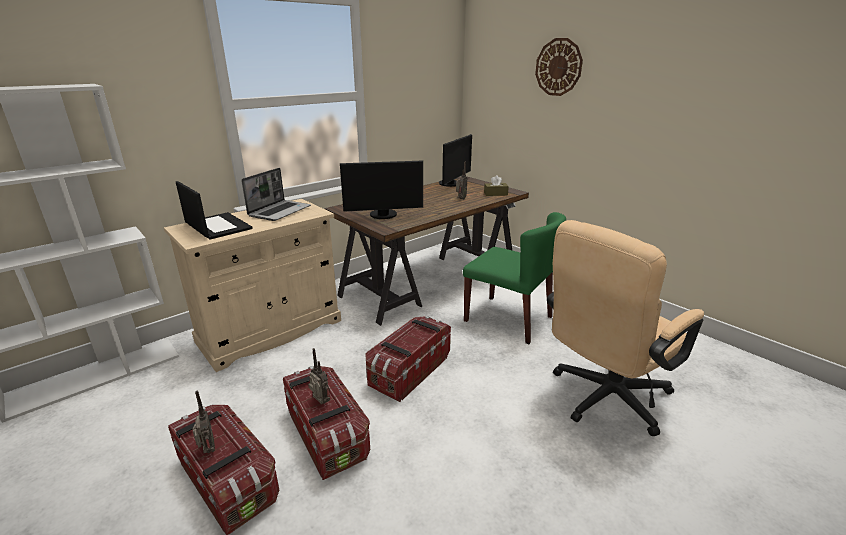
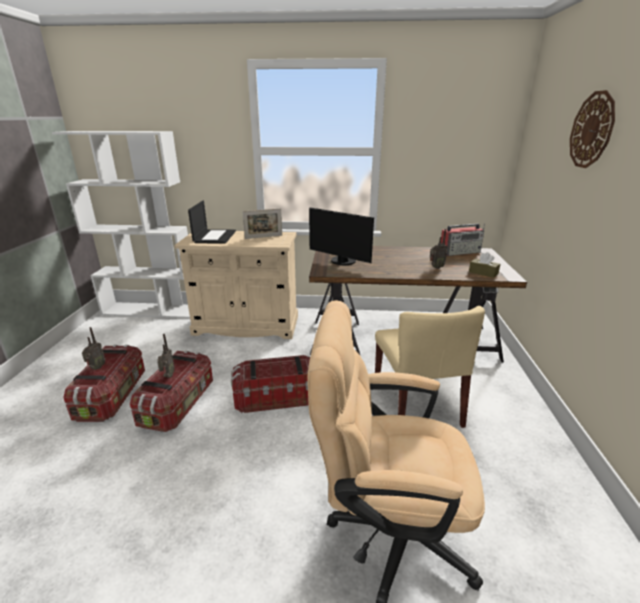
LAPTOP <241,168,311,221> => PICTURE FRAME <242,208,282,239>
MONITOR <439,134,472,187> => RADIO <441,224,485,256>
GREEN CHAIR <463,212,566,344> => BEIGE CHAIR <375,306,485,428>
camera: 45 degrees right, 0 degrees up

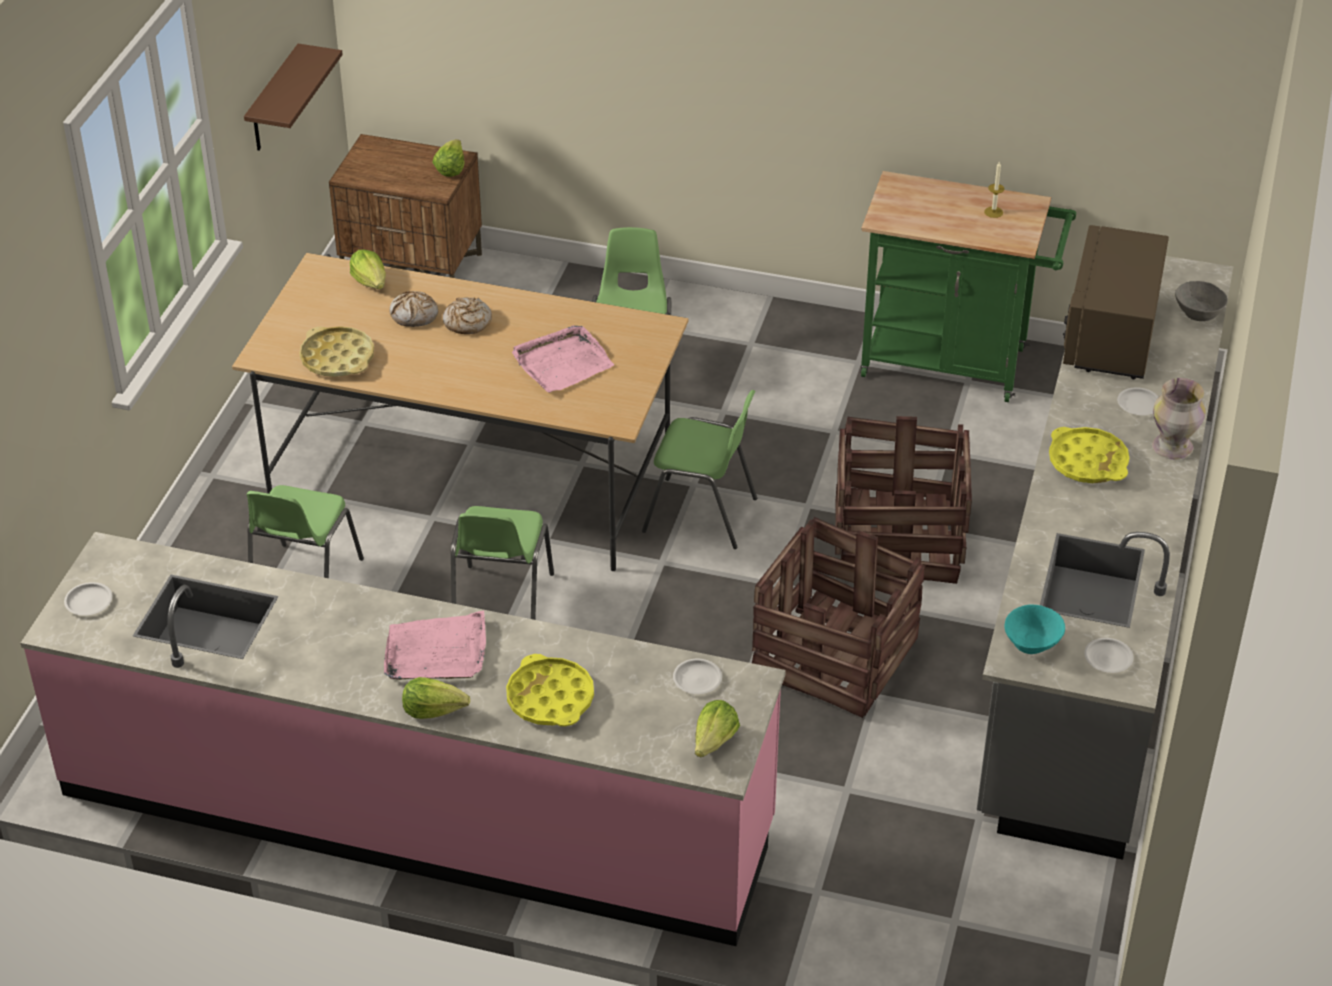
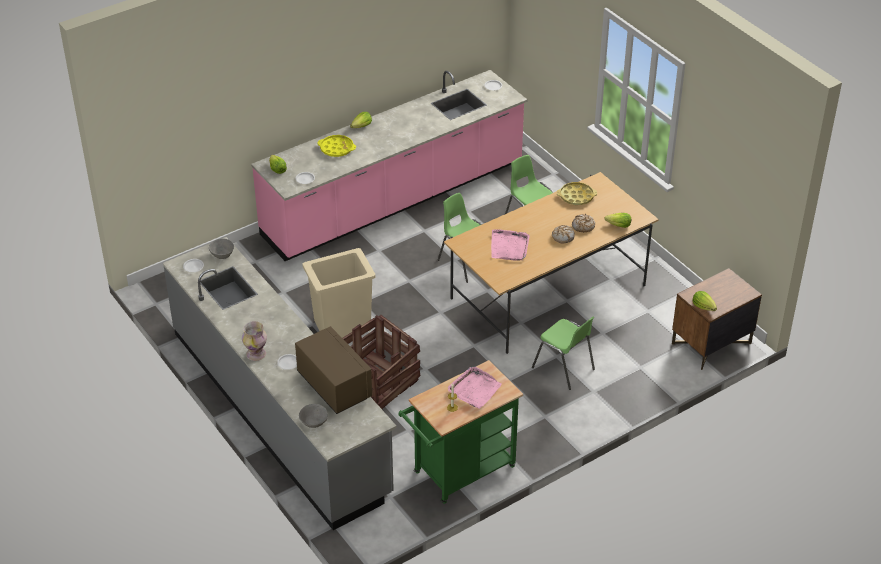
BROWN SHELF <244,44,343,151> => nothing
GREEN CHAIR <642,390,757,549> => nothing
YELLOW TRAY <1049,427,1129,483> => nothing
PINK TRAY <384,610,486,680> => PINK TRAY <448,366,502,409>, move
CRATE <752,517,925,718> => BEIGE TRASH CAN <302,248,375,338>
TURQUOISE BOWL <1005,604,1065,654> => GREY BOWL <209,239,234,259>
camera: 130 degrees right, 0 degrees up

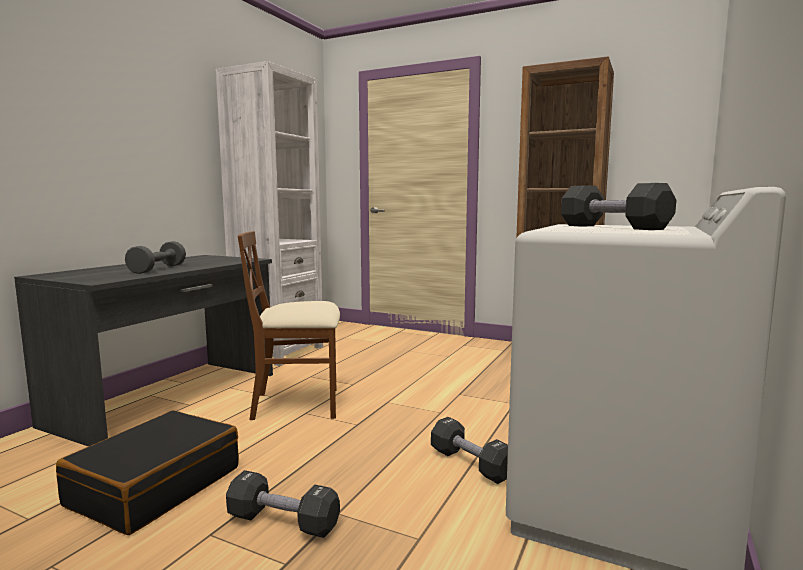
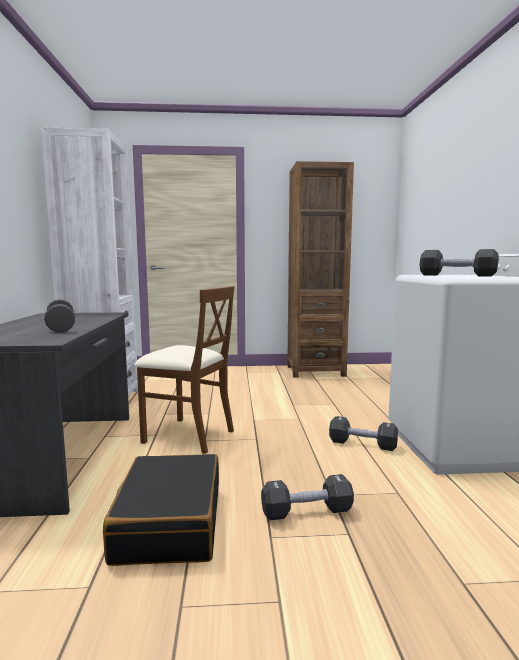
BROWN CHAIR <238,231,340,420> => BROWN CHAIR <134,286,235,454>, 120 degrees counterclockwise
camera: 30 degrees left, 0 degrees up

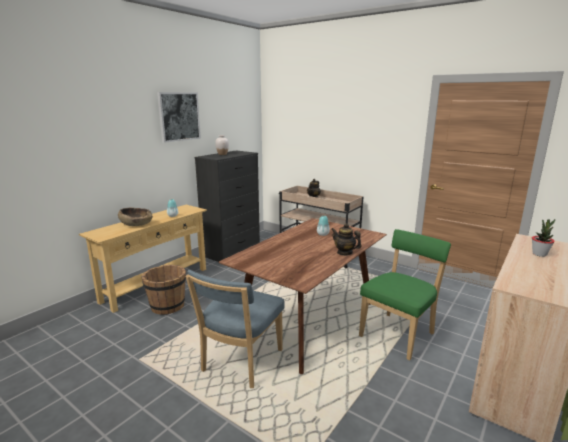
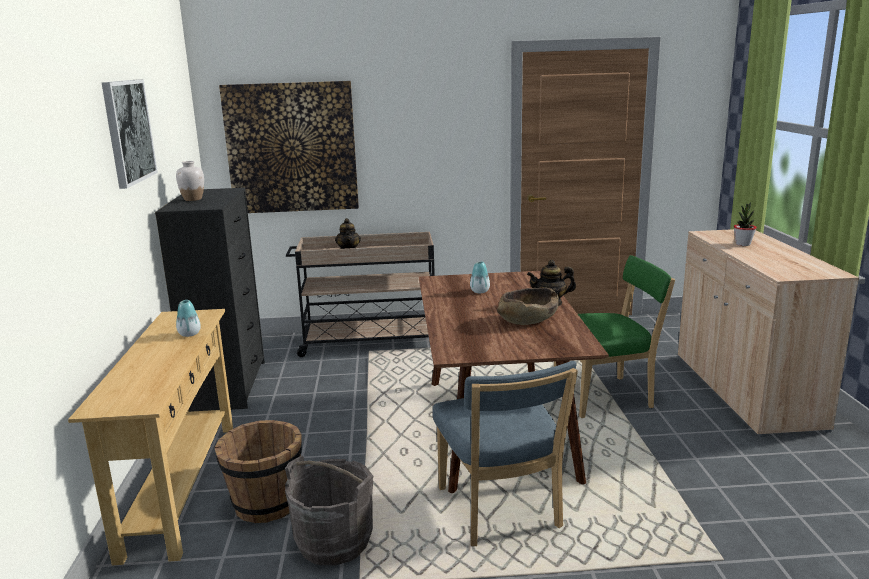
nothing => PICTURE <219,81,359,213>
nothing => GREY BUCKET <285,456,374,565>
BROWN BOWL <118,208,153,226> => BROWN BOWL <497,288,559,325>, move
GREEN CHAIR <359,229,451,360> => GREEN CHAIR <554,255,675,418>, 75 degrees clockwise
camera: 40 degrees left, 0 degrees up

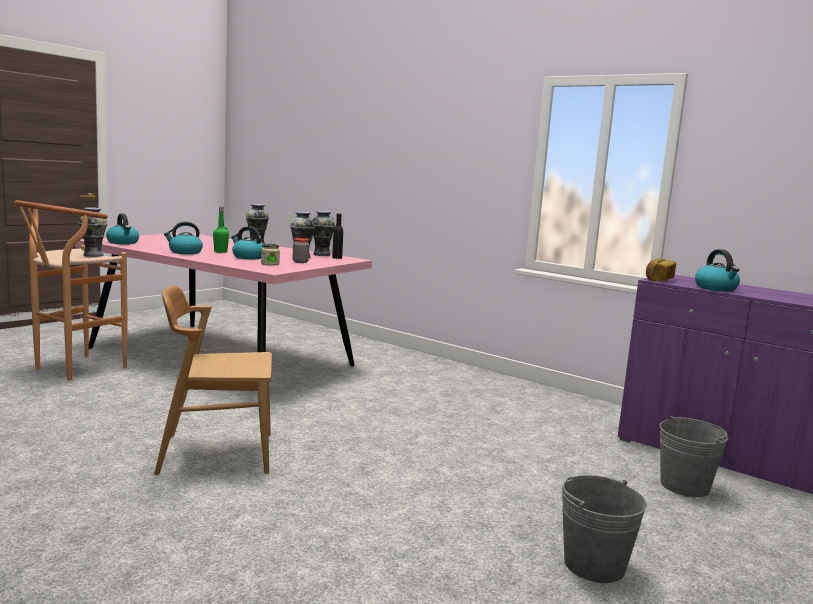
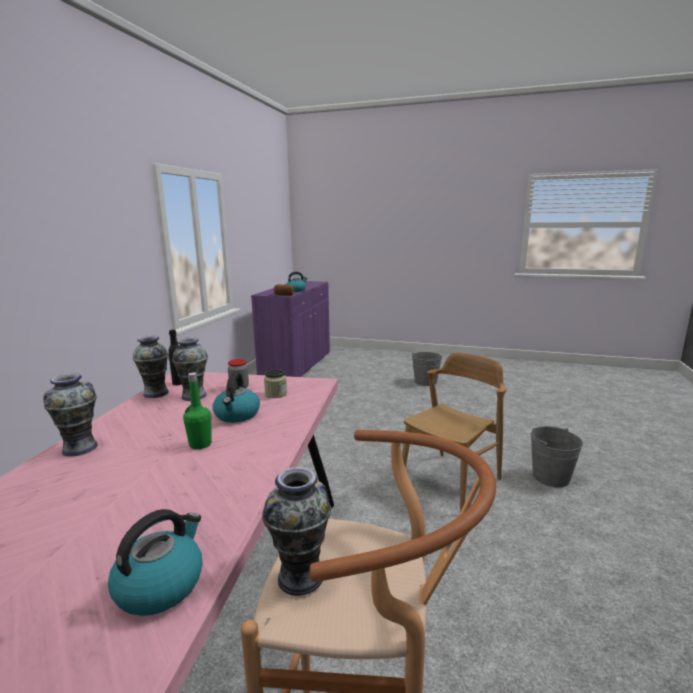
KETTLE <164,222,203,254> => nothing
GREY BUCKET <659,416,728,497> => GREY BUCKET <531,426,583,487>, move
BROWN CHAIR <154,285,272,475> => BROWN CHAIR <402,352,507,512>, 105 degrees counterclockwise
camera: 110 degrees left, 5 degrees up

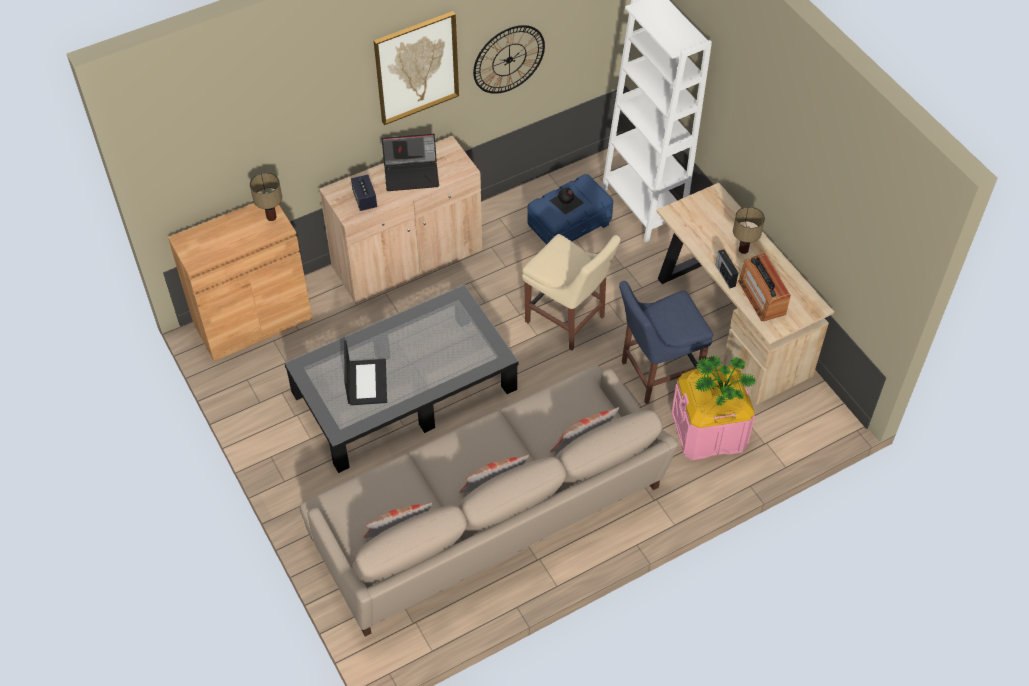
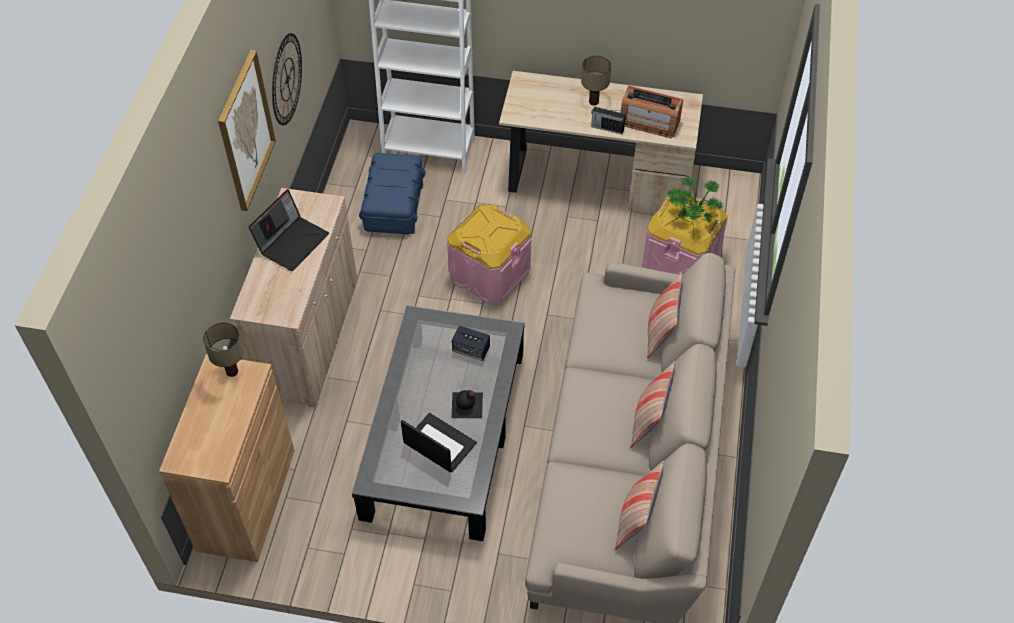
BLUE CHAIR <619,281,713,404> => nothing
SPEAKER <351,174,377,211> => SPEAKER <452,326,490,361>, move
BLACK BOTTLE <549,188,584,215> => BLACK BOTTLE <451,390,483,418>, move
BEIGE CHAIR <522,234,621,351> => PINK STORAGE BOX <447,204,531,305>
camera: 50 degrees left, 0 degrees up

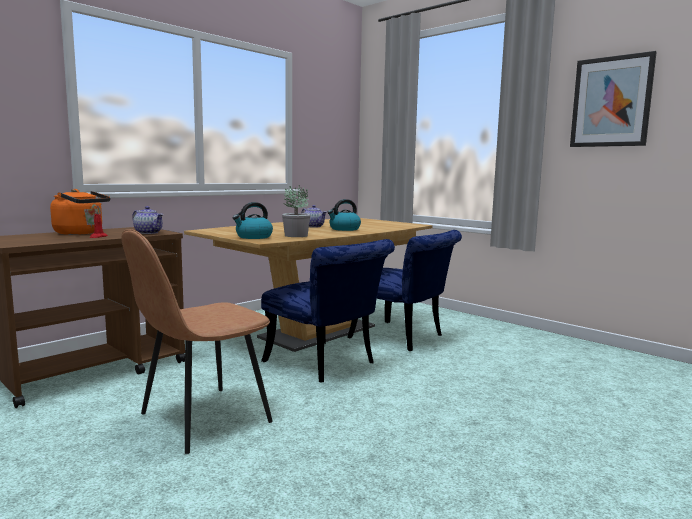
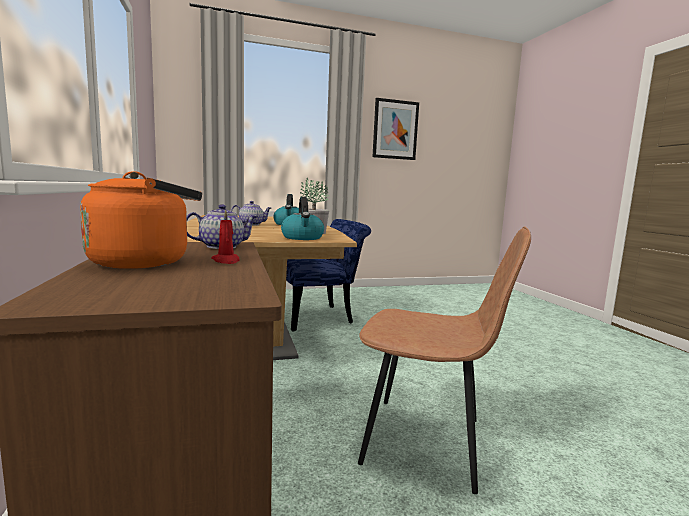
BLUE CHAIR <261,239,395,383> => nothing
BROWN CHAIR <121,229,273,454> => BROWN CHAIR <358,226,531,494>, 60 degrees counterclockwise
camera: 60 degrees left, 0 degrees up

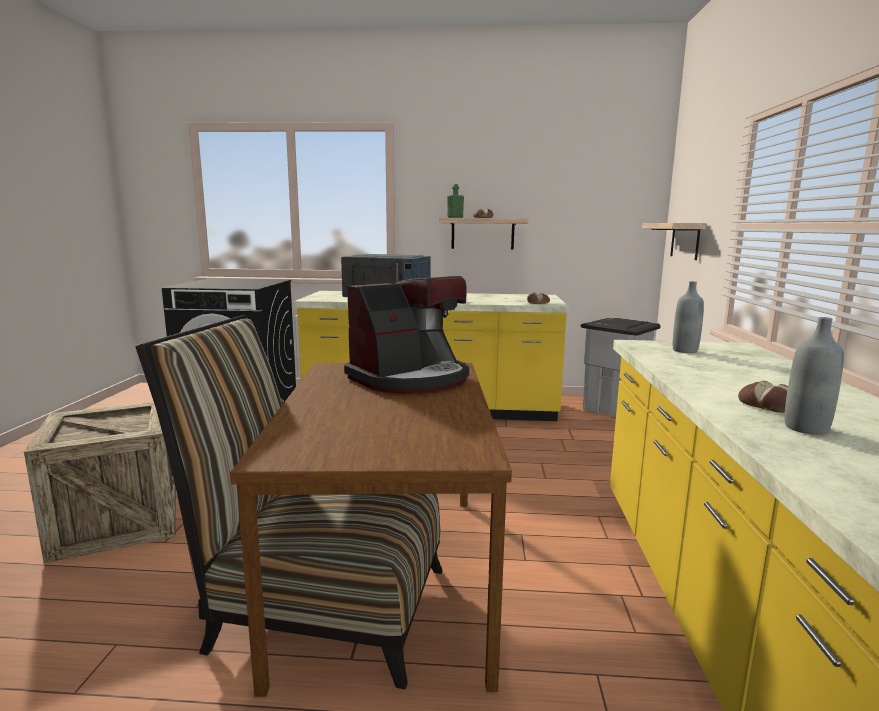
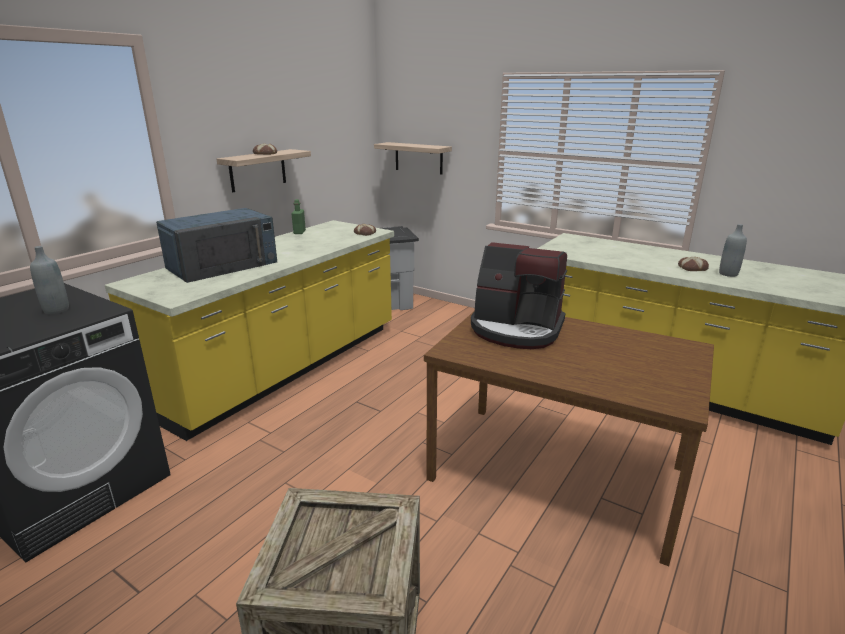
CHAIR <135,315,443,689> => nothing
GREEN BOTTLE <447,184,464,218> => GREEN BOTTLE <291,199,306,234>, move
GREY BOTTLE <673,281,704,353> => GREY BOTTLE <30,246,69,314>, move
COFFEE MACHINE <344,276,469,394> => COFFEE MACHINE <471,242,567,349>, 120 degrees clockwise
camera: 60 degrees left, 10 degrees up

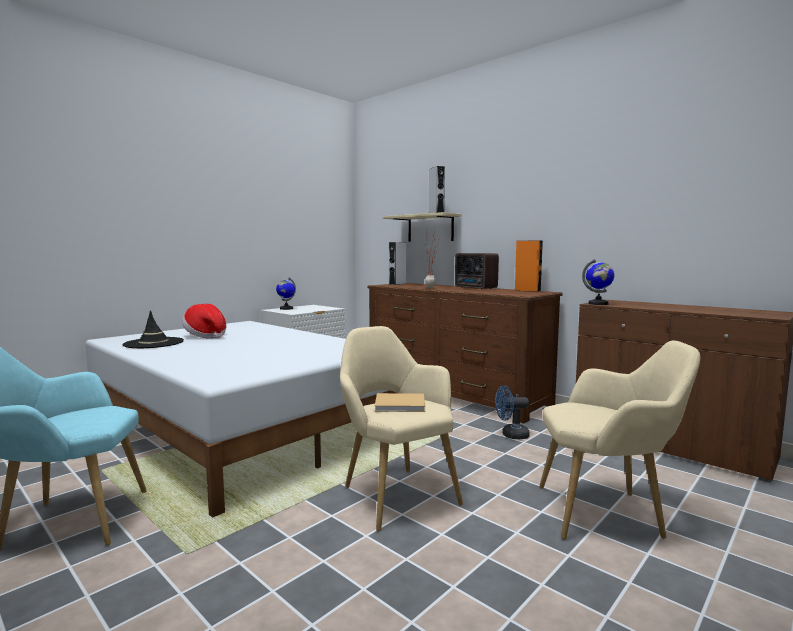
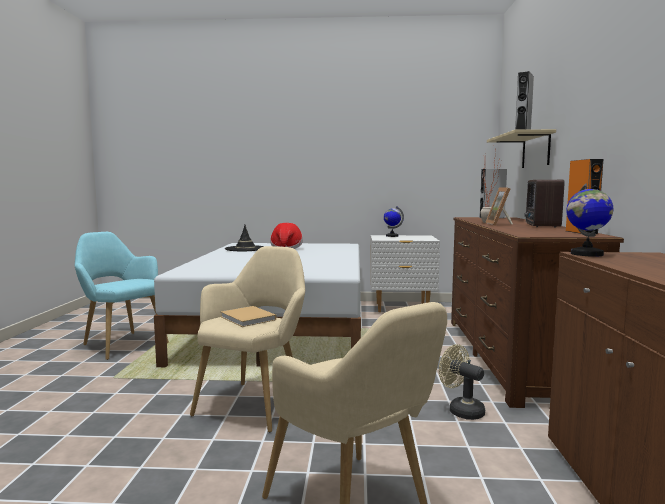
nothing => PICTURE FRAME <485,188,513,226>
BLUE FAN <495,385,530,439> => BEIGE FAN <439,344,485,420>
camera: 50 degrees right, 0 degrees up

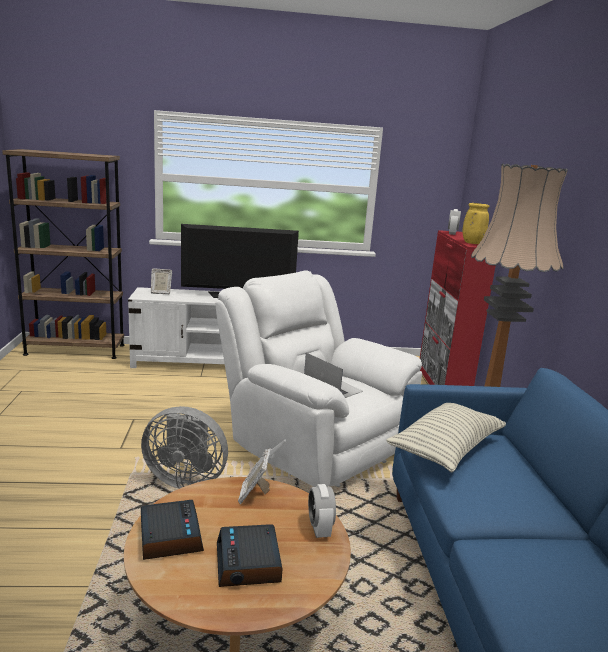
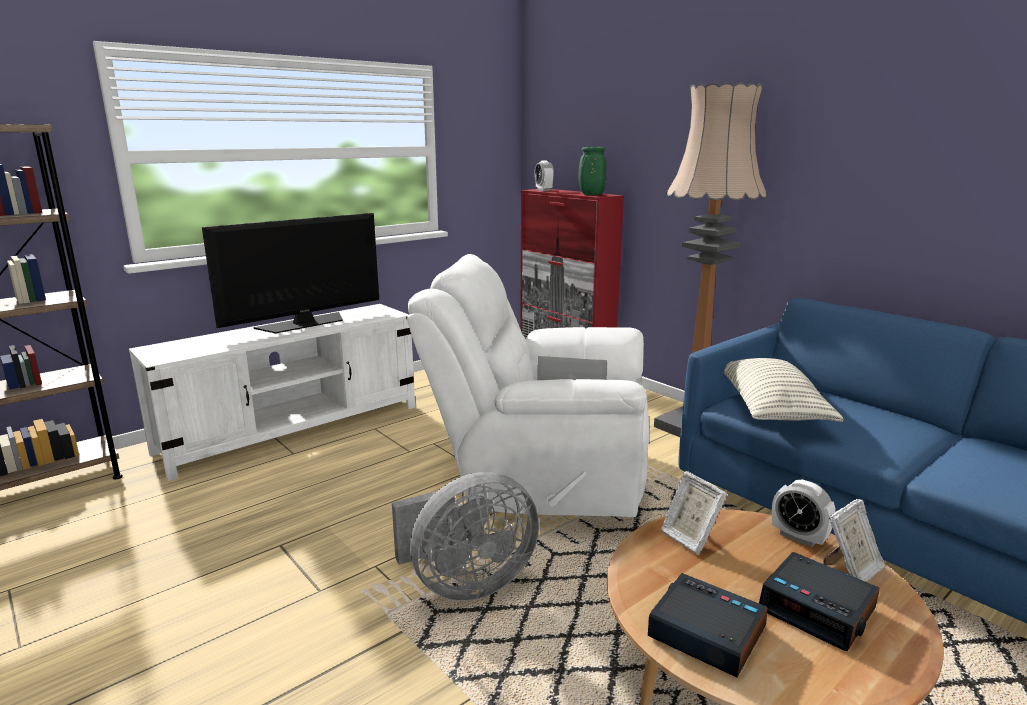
PICTURE FRAME <151,268,172,294> => PICTURE FRAME <823,499,885,582>, move
YELLOW VASE <463,203,489,244> => GREEN VASE <578,147,607,195>
camera: 35 degrees left, 0 degrees up

